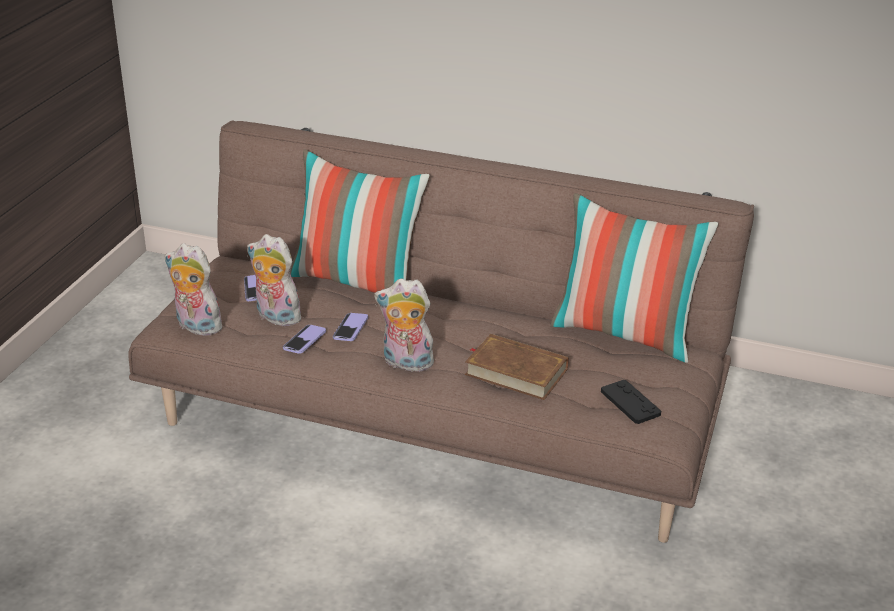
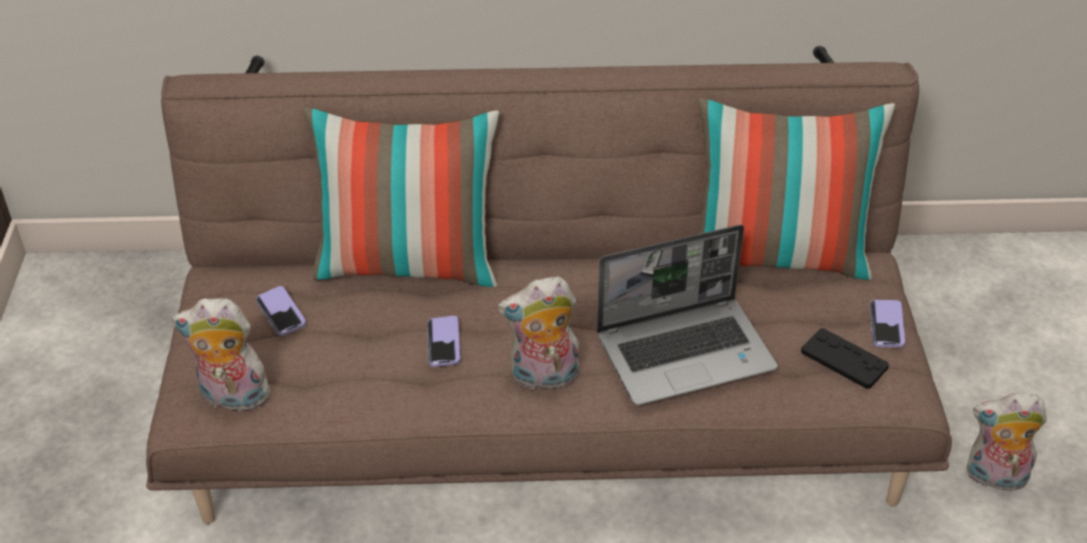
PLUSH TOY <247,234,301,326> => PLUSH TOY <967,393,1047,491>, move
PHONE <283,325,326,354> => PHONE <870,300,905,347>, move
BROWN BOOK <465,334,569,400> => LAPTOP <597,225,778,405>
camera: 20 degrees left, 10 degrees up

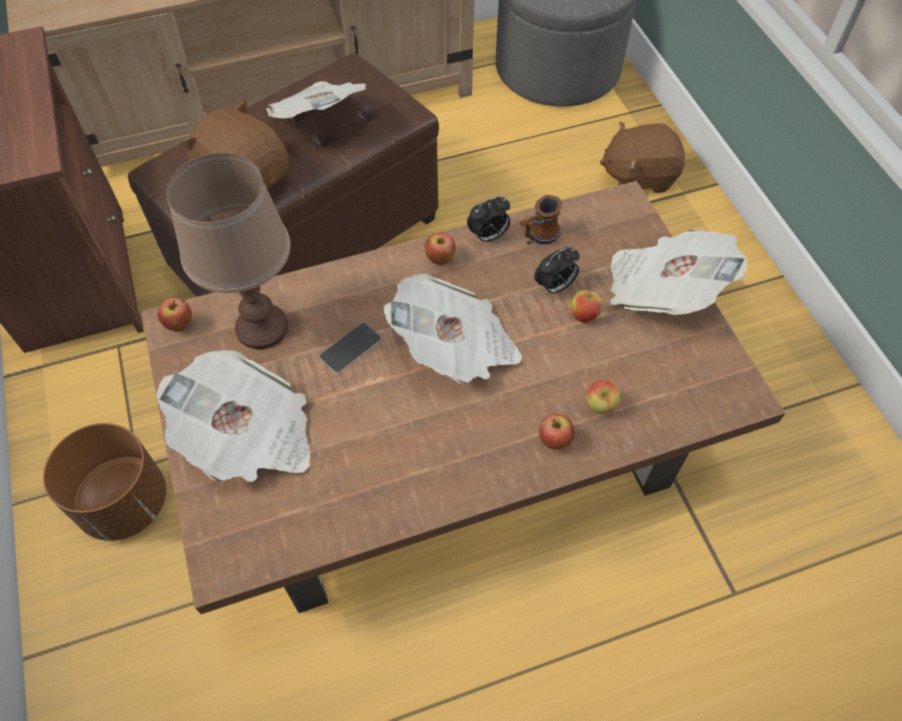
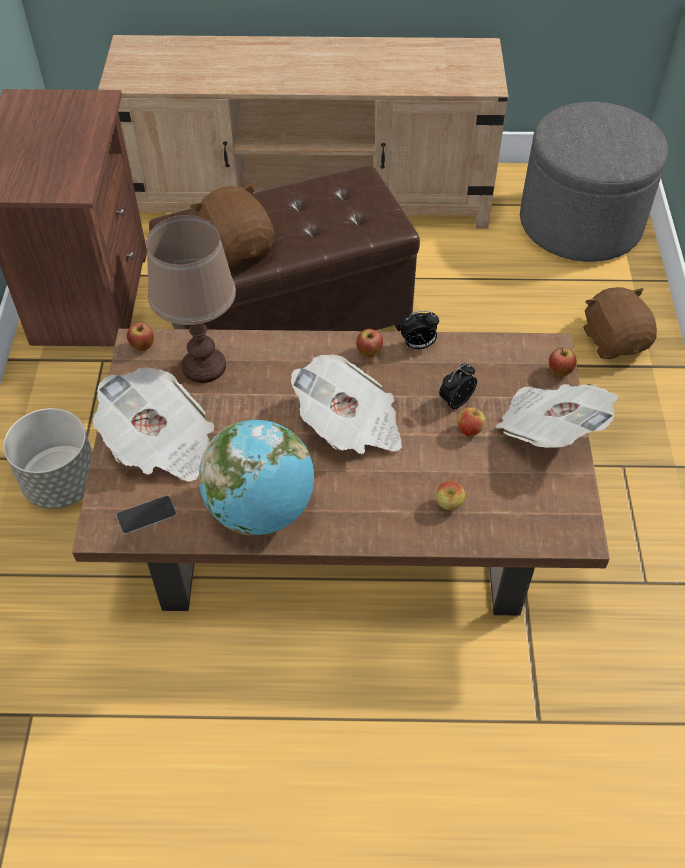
NEWSPAPER <266,81,366,118> => nothing
MUG <520,195,562,245> => nothing
nothing => GLOBE <199,420,314,536>
PHONE <319,323,382,374> => PHONE <116,495,177,534>, move
APPLE <539,414,575,449> => APPLE <549,347,577,376>, move
BROWN PLANTER <43,423,166,541> => GREY PLANTER <3,408,93,509>
ALARM CLOCK <534,247,580,295> => ALARM CLOCK <439,363,477,409>, 150 degrees clockwise
BROWN PLUSH TOY <600,122,685,193> => BROWN PLUSH TOY <584,287,657,359>, 60 degrees clockwise
camera: 20 degrees right, 5 degrees down

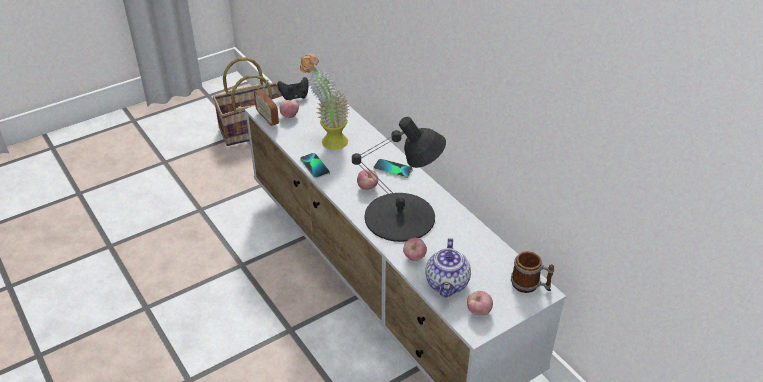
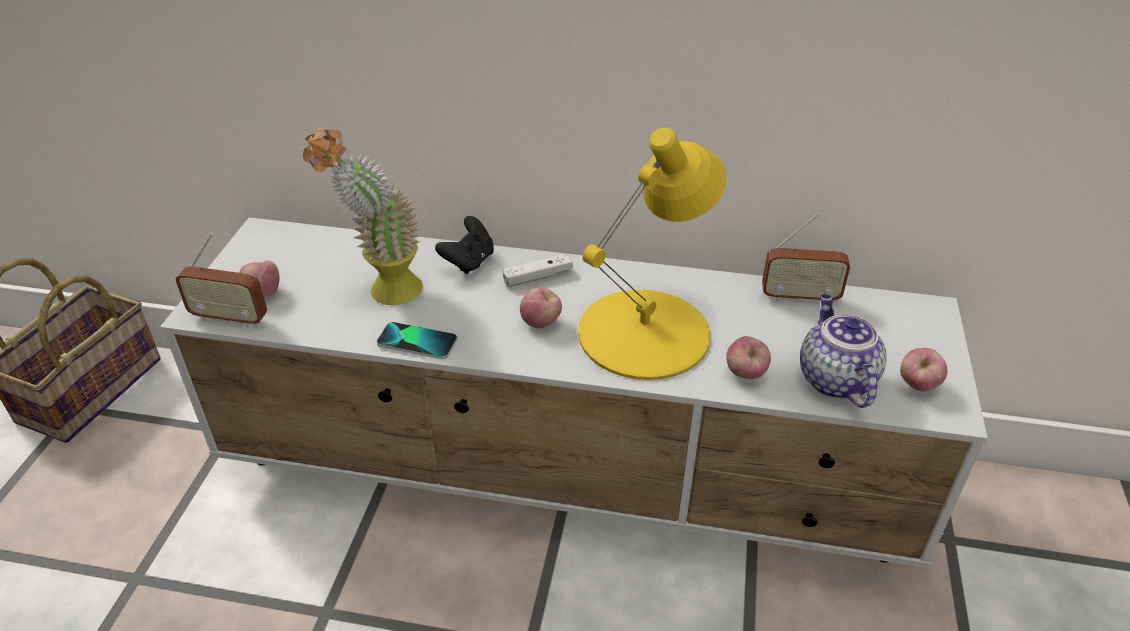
MUG <511,251,554,293> => nothing
nothing => RADIO <762,213,850,302>
BLACK GAME CONTROLLER <277,77,309,100> => BLACK GAME CONTROLLER <435,216,494,274>, move
PHONE <373,159,413,178> => WHITE GAME CONTROLLER <502,254,573,287>
BLACK TABLE LAMP <352,117,446,242> => YELLOW TABLE LAMP <578,128,727,380>
TEAPOT <425,238,471,298> => TEAPOT <800,294,887,408>, 150 degrees counterclockwise
camera: 45 degrees left, 0 degrees up

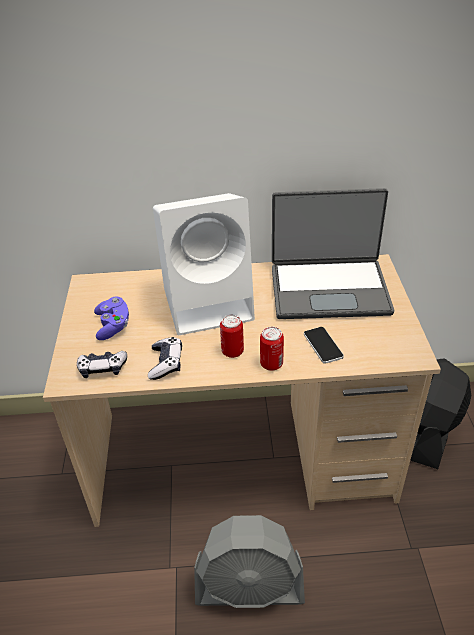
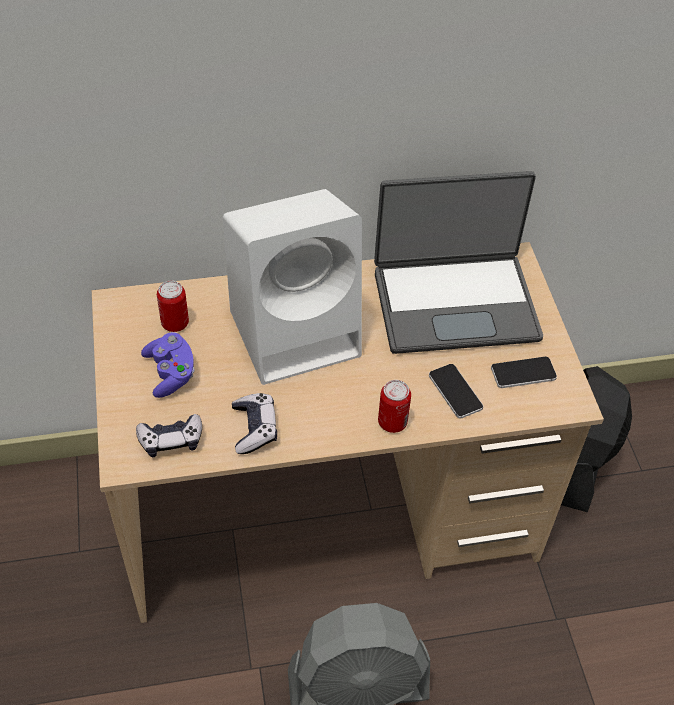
nothing => PHONE <491,356,557,388>
CAN <220,315,244,358> => CAN <157,281,189,332>, move
camera: 10 degrees left, 10 degrees up

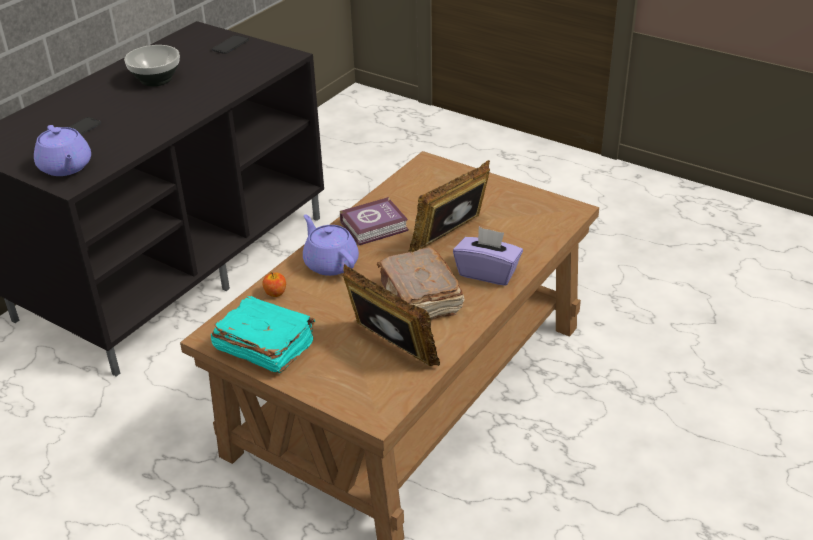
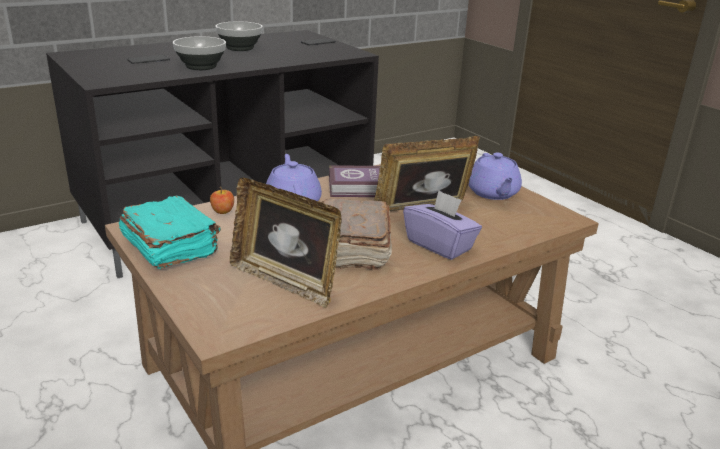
nothing => BOWL <173,36,226,70>
PURPLE TEAPOT <34,125,91,176> => PURPLE TEAPOT <469,153,522,200>, move
PICTURE FRAME <343,264,440,366> => PICTURE FRAME <230,178,342,308>, 150 degrees clockwise
camera: 20 degrees right, 10 degrees down

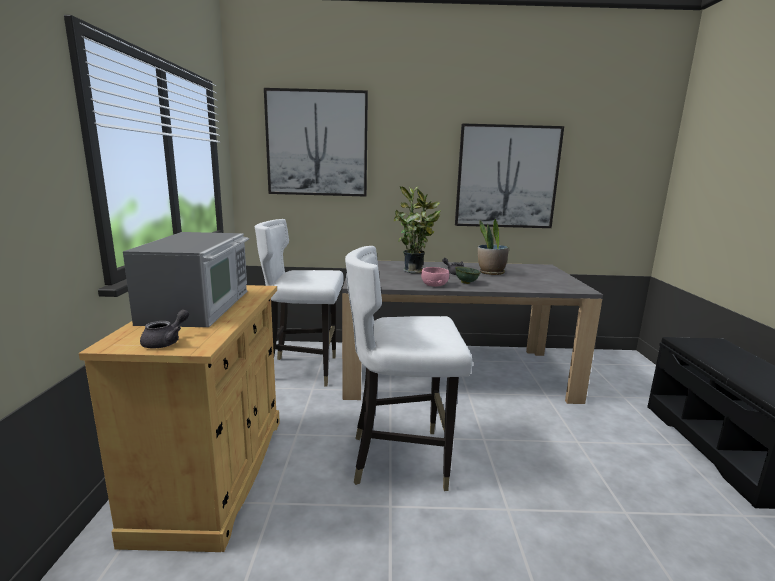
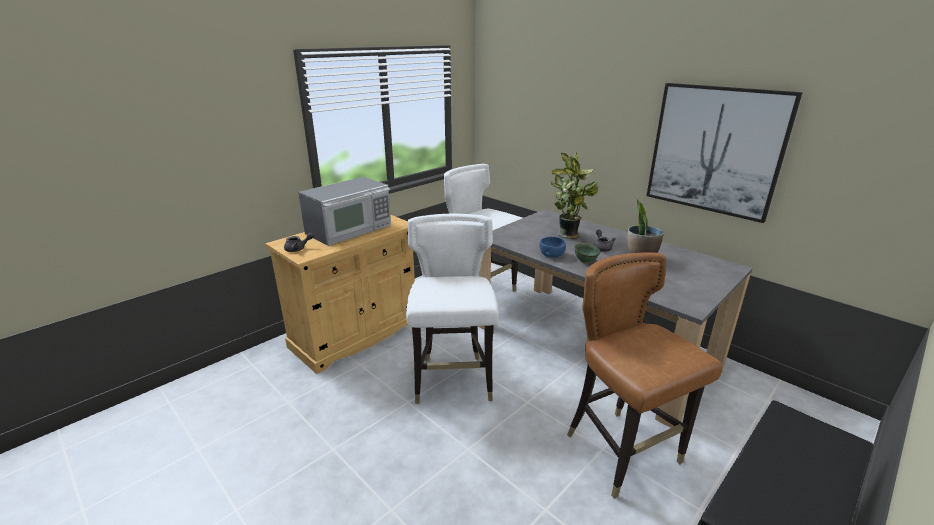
PICTURE <264,88,368,197> => nothing
nothing => BROWN CHAIR <567,252,723,499>
PINK BOWL <421,267,449,287> => BLUE BOWL <540,237,566,258>
WHITE CHAIR <345,246,473,491> => WHITE CHAIR <406,214,499,404>, 45 degrees clockwise
camera: 45 degrees right, 10 degrees up

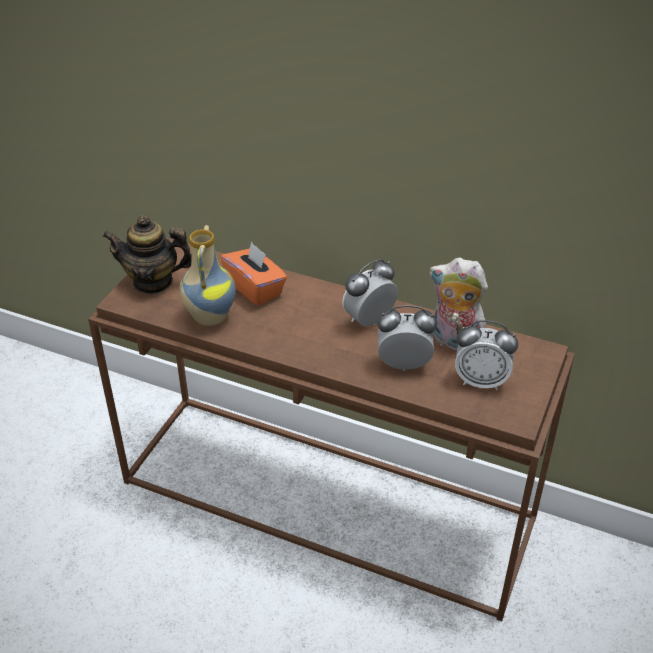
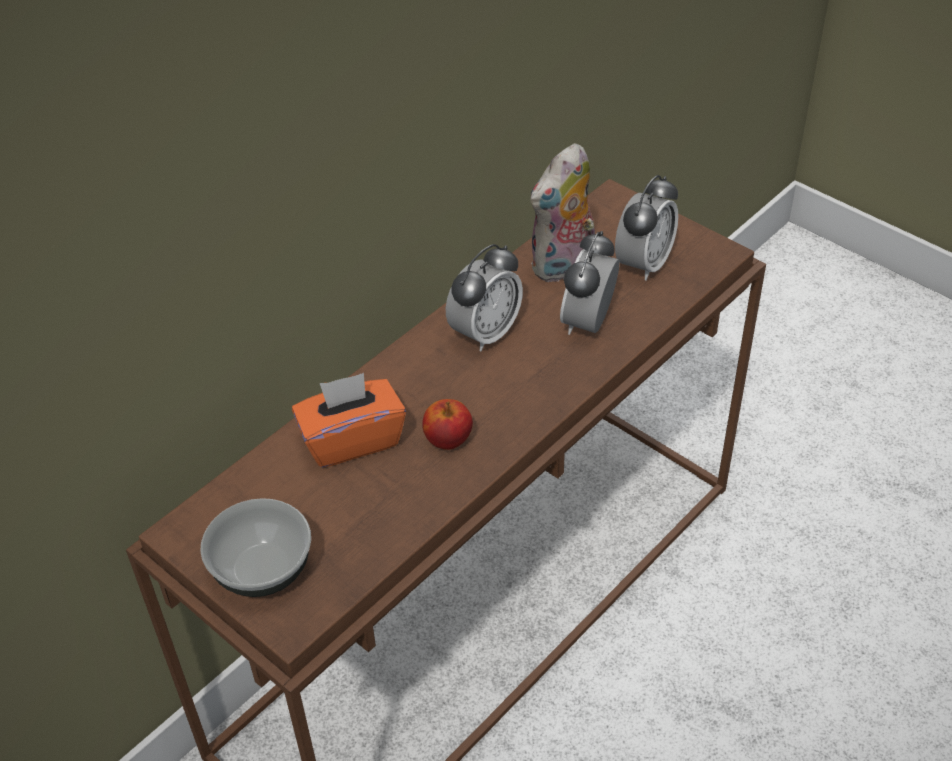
VASE <179,225,236,326> => nothing
nothing => APPLE <422,399,473,450>
TEAPOT <102,215,191,294> => BOWL <200,498,311,597>
ALARM CLOCK <342,259,398,326> => ALARM CLOCK <446,244,523,352>, 120 degrees counterclockwise
camera: 70 degrees left, 5 degrees up

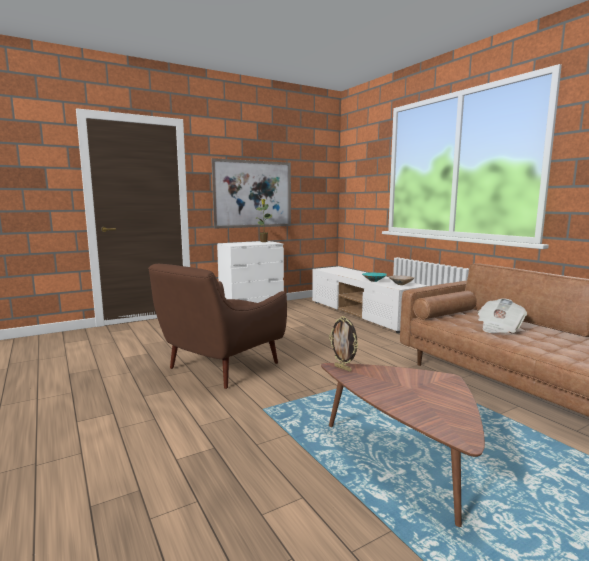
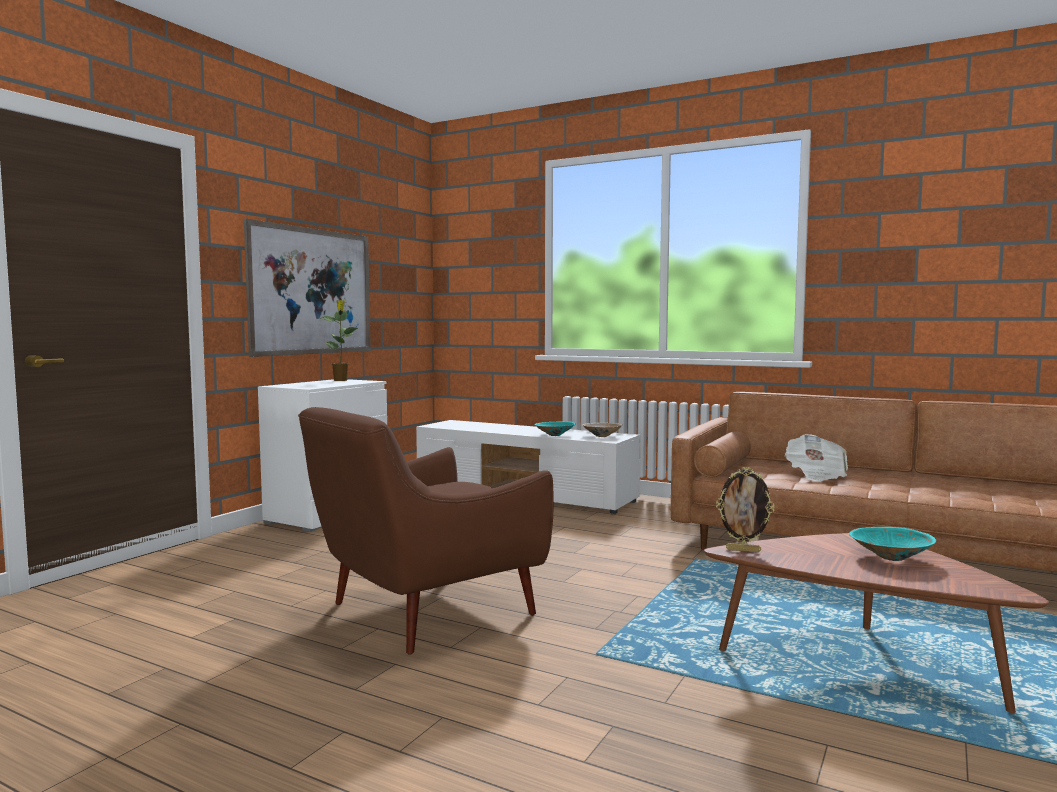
nothing => TURQUOISE BOWL <849,527,936,561>
BROWN ARMCHAIR <148,264,287,389> => BROWN ARMCHAIR <298,407,553,655>, 45 degrees clockwise
camera: 30 degrees left, 5 degrees down

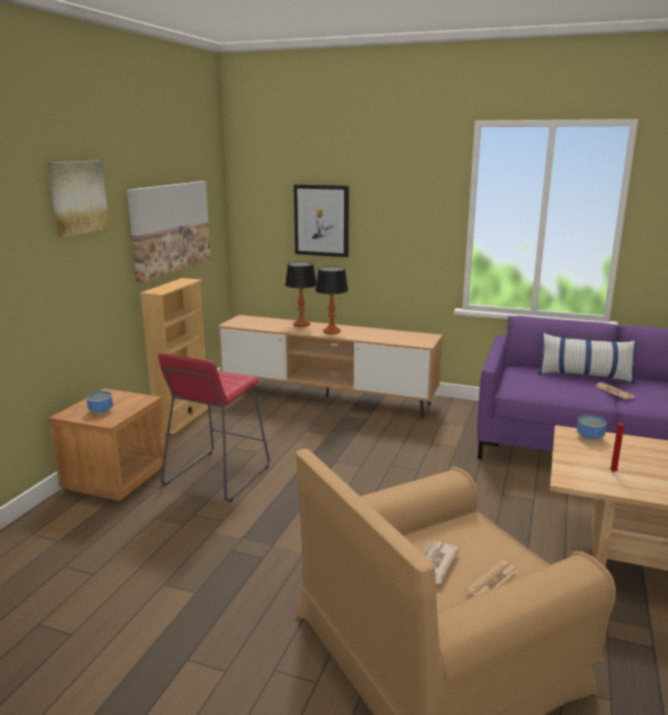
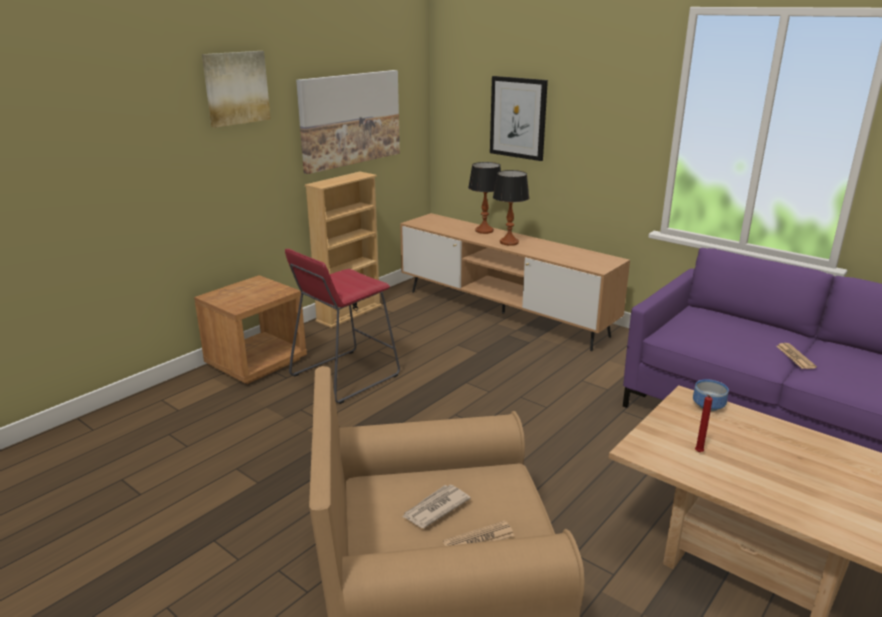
BOWL <87,391,113,414> => nothing
PILLOW <538,332,637,384> => nothing
camera: 20 degrees right, 5 degrees up

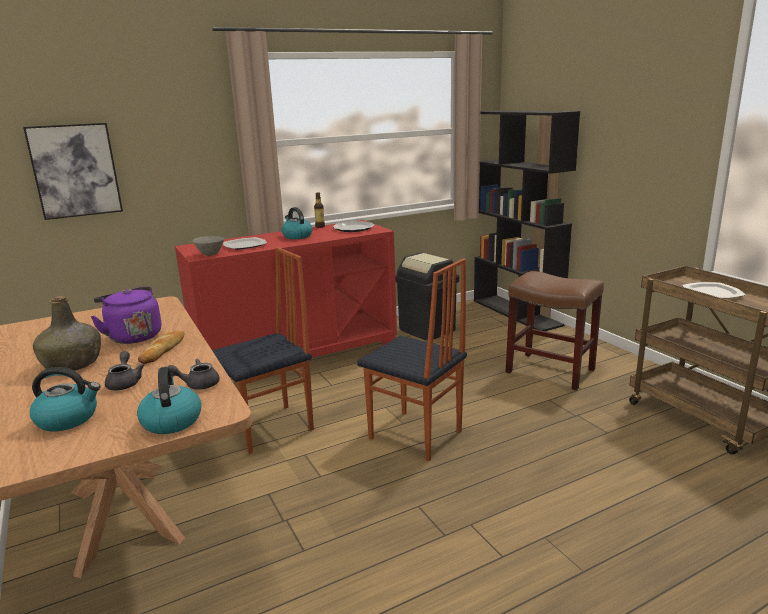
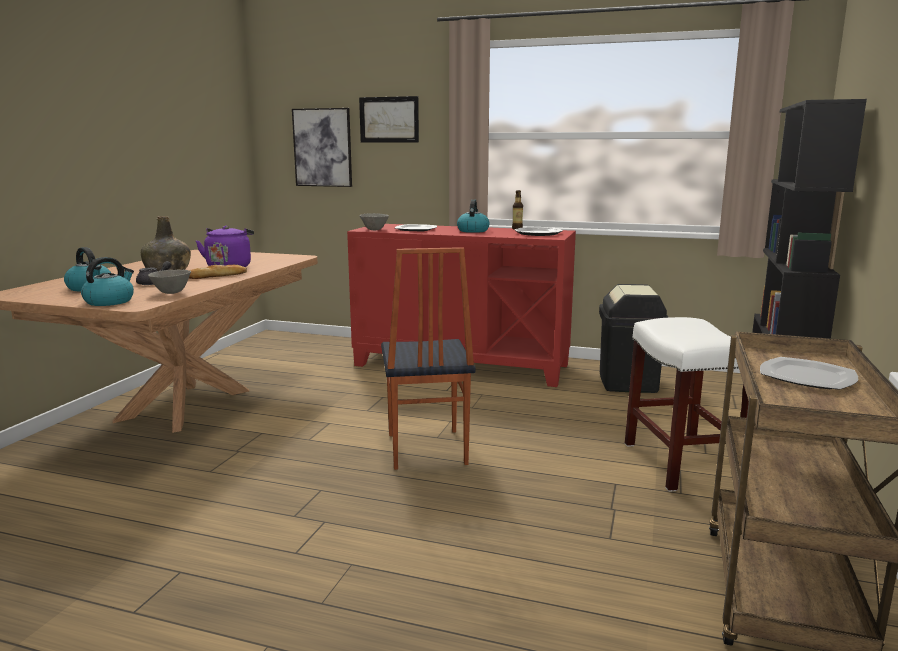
CHAIR <212,247,314,454> => nothing
nothing => PICTURE <359,96,419,143>
GREY TEAPOT <168,359,220,390> => GREY BOWL <148,270,191,294>
BROWN STOOL <505,271,604,391> => WHITE STOOL <625,317,749,492>
camera: 45 degrees right, 5 degrees down

